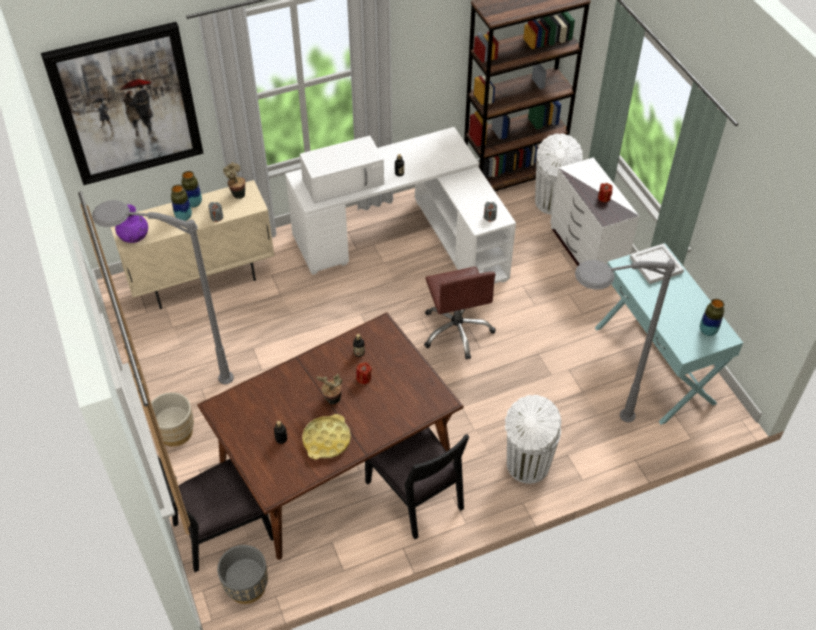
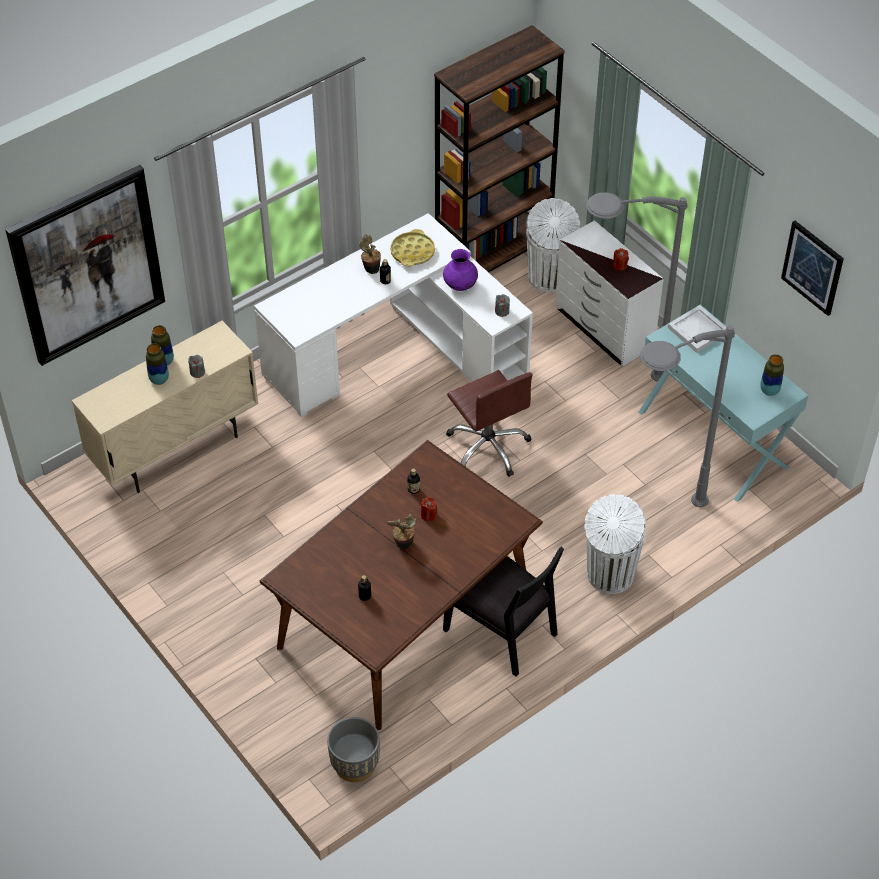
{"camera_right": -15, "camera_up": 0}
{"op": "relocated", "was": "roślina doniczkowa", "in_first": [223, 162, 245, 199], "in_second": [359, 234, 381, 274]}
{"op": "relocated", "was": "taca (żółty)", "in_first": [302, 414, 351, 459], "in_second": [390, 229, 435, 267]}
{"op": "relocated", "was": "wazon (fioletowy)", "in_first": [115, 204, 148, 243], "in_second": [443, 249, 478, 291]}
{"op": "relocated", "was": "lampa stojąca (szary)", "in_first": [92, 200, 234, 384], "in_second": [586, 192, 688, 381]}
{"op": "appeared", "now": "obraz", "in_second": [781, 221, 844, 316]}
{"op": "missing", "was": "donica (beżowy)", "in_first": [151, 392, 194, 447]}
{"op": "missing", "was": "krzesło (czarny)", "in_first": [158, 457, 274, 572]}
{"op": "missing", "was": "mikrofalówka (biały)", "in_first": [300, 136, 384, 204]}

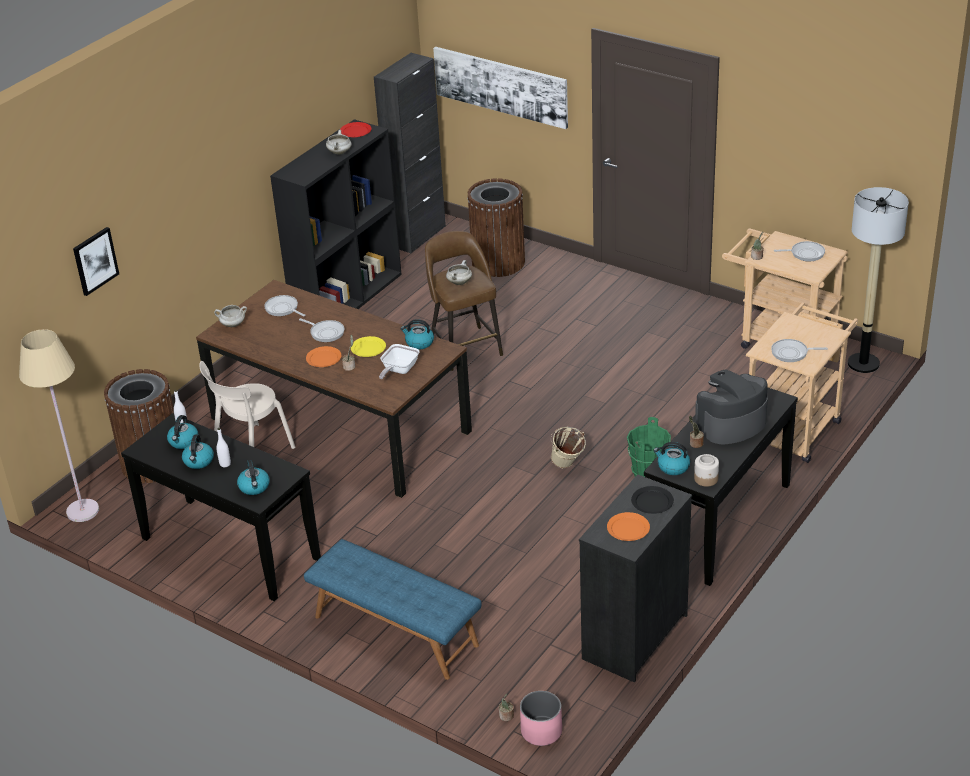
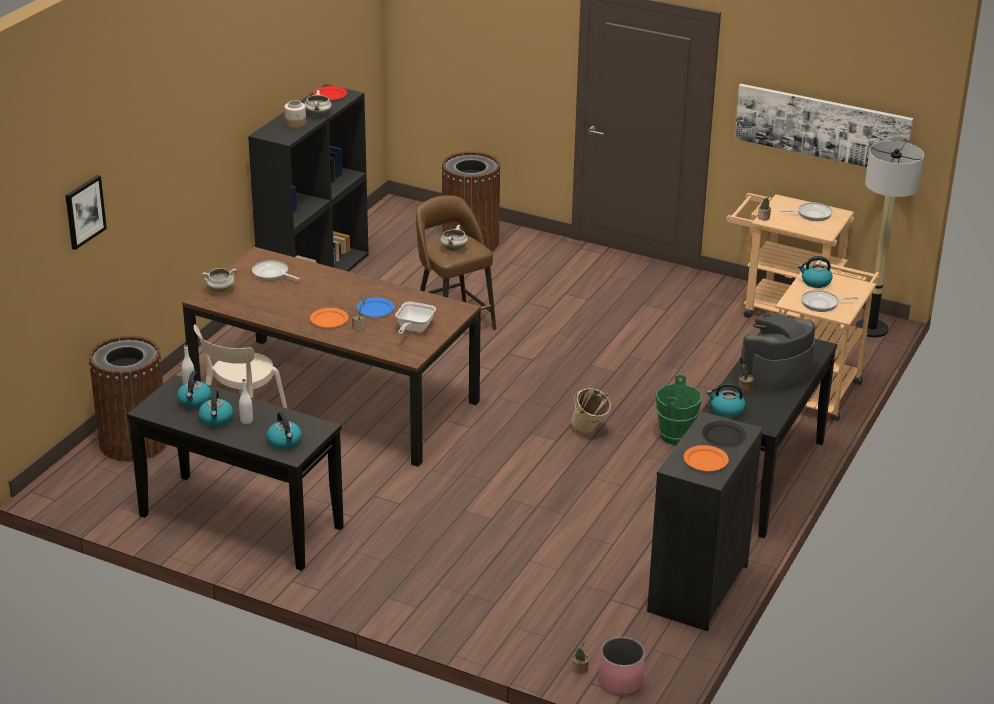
{"camera_right": -10, "camera_up": -5}
{"op": "relocated", "was": "słoik", "in_first": [694, 454, 719, 487], "in_second": [284, 100, 306, 128]}
{"op": "colour", "was": "talerz (żółty)", "now": "talerz (niebieski)", "in_first": [351, 336, 386, 357], "in_second": [356, 298, 395, 317]}
{"op": "relocated", "was": "obraz", "in_first": [433, 47, 568, 129], "in_second": [734, 84, 914, 167]}
{"op": "relocated", "was": "czajnik", "in_first": [400, 319, 434, 349], "in_second": [798, 256, 833, 288]}
{"op": "missing", "was": "lampa stojąca (beżowy)", "in_first": [19, 329, 99, 522]}
{"op": "missing", "was": "patelnia", "in_first": [299, 318, 344, 342]}
{"op": "missing", "was": "ławka (niebieski)", "in_first": [304, 539, 481, 680]}
{"op": "missing", "was": "szafka (czarny)", "in_first": [374, 53, 446, 254]}

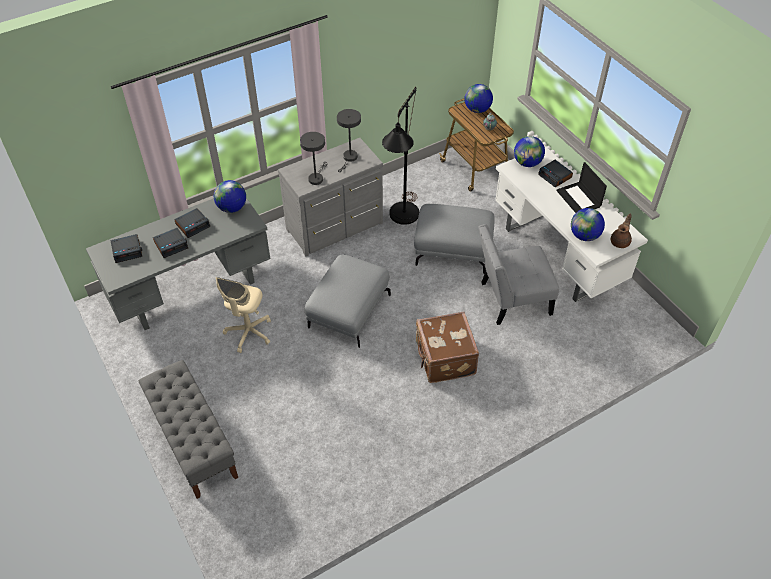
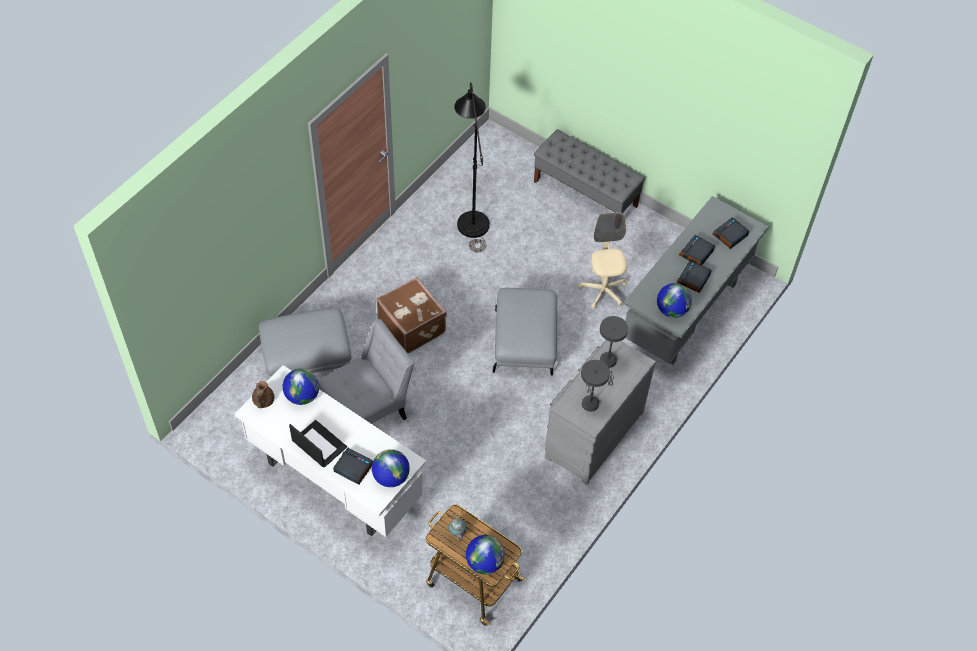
{"camera_right": 155, "camera_up": 5}
{"op": "relocated", "was": "pufa (szary)", "in_first": [414, 204, 495, 273], "in_second": [259, 307, 352, 377]}
{"op": "relocated", "was": "lampa stojąca (czarny)", "in_first": [382, 87, 419, 225], "in_second": [454, 82, 490, 252]}

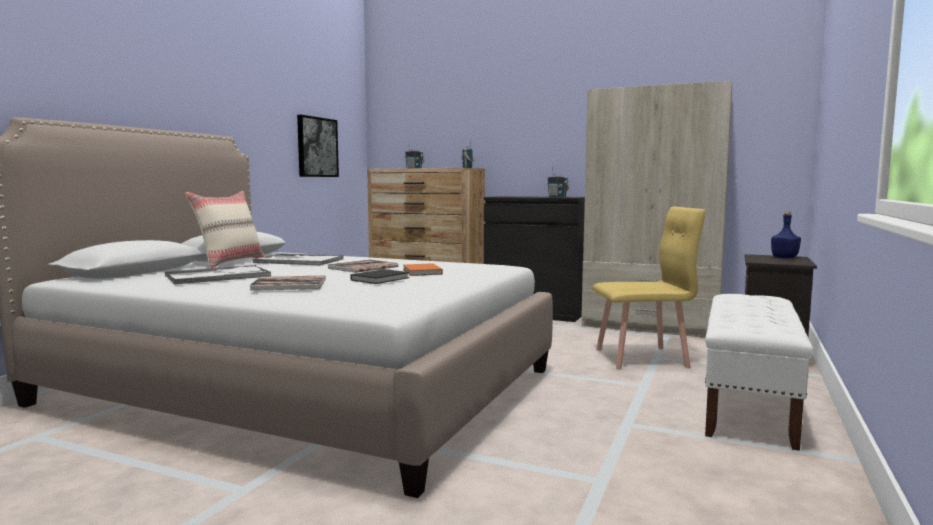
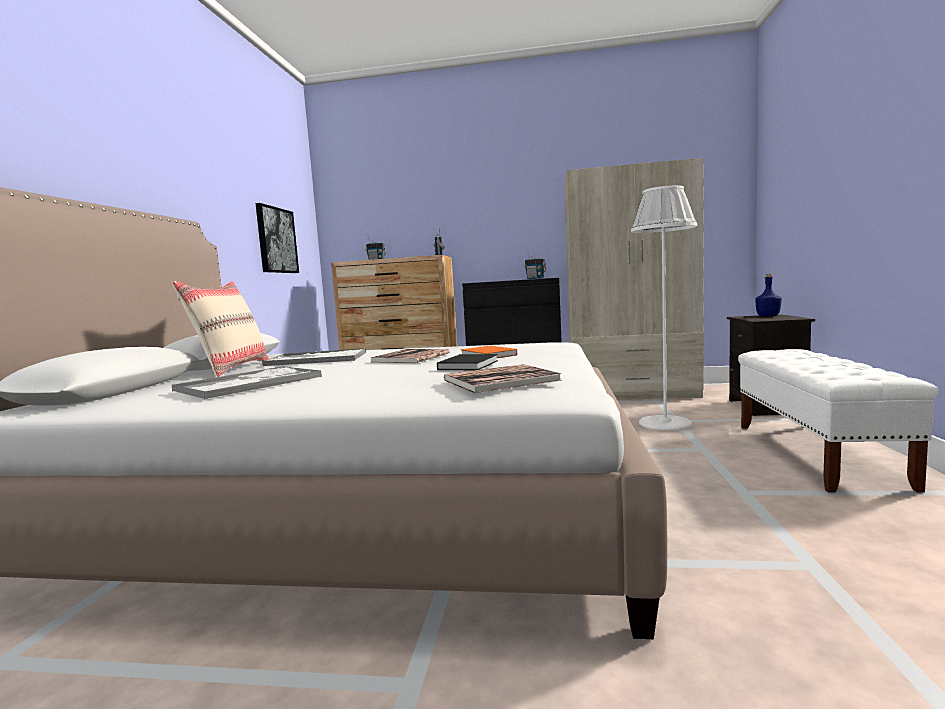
{"camera_right": -15, "camera_up": 0}
{"op": "relocated", "was": "książka", "in_first": [249, 276, 326, 291], "in_second": [444, 364, 562, 393]}
{"op": "exchanged", "was": "krzesło (żółty)", "now": "lampa stojąca (biały)", "in_first": [592, 206, 705, 369], "in_second": [631, 185, 697, 430]}

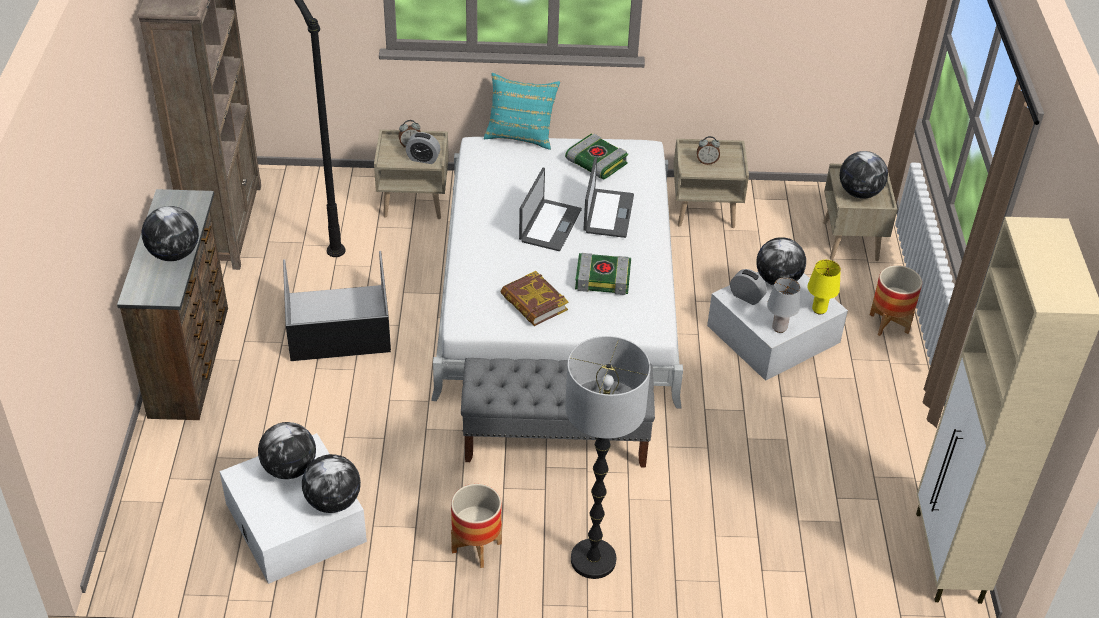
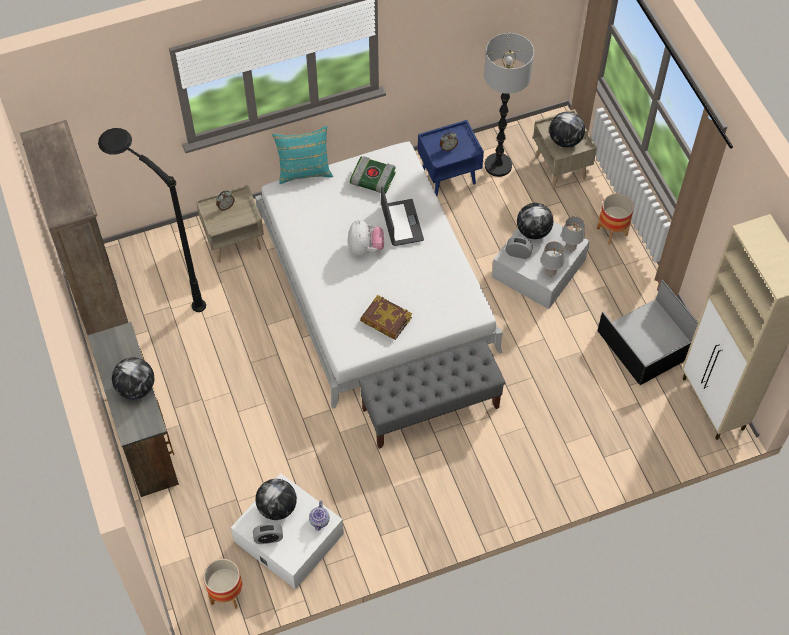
{"camera_right": -20, "camera_up": 15}
{"op": "relocated", "was": "donica", "in_first": [451, 484, 502, 568], "in_second": [203, 559, 243, 609]}
{"op": "relocated", "was": "budzik", "in_first": [406, 132, 441, 164], "in_second": [253, 523, 283, 544]}
{"op": "exchanged", "was": "globus", "now": "imbryk", "in_first": [302, 454, 361, 513], "in_second": [309, 500, 330, 531]}
{"op": "exchanged", "was": "laptop", "now": "pluszak", "in_first": [519, 168, 582, 251], "in_second": [347, 220, 384, 256]}
{"op": "colour", "was": "szafka nocna (beżowy)", "now": "szafka nocna (niebieski)", "in_first": [673, 139, 749, 228], "in_second": [418, 120, 484, 196]}
{"op": "relocated", "was": "lampa stojąca", "in_first": [565, 336, 650, 579], "in_second": [484, 33, 534, 177]}
{"op": "colour", "was": "lampa stołowa (żółty)", "now": "lampa stołowa (szary)", "in_first": [807, 260, 841, 315], "in_second": [561, 216, 585, 251]}
{"op": "relocated", "was": "pojemnik do przechowywania (czarny)", "in_first": [283, 251, 391, 361], "in_second": [597, 280, 698, 385]}
{"op": "missing", "was": "książka", "in_first": [575, 253, 631, 295]}

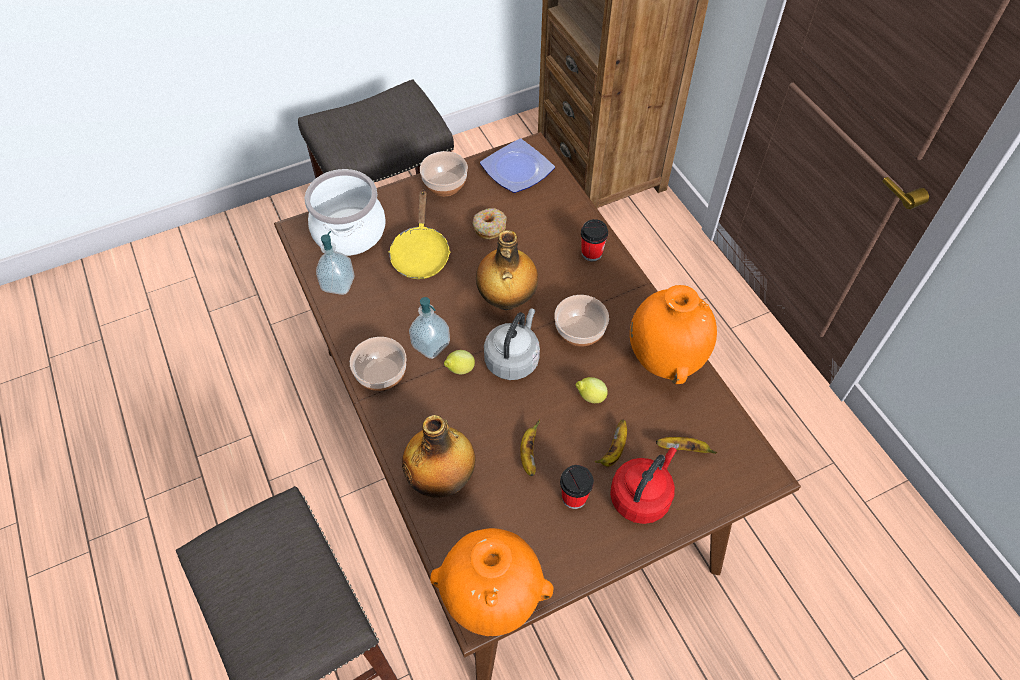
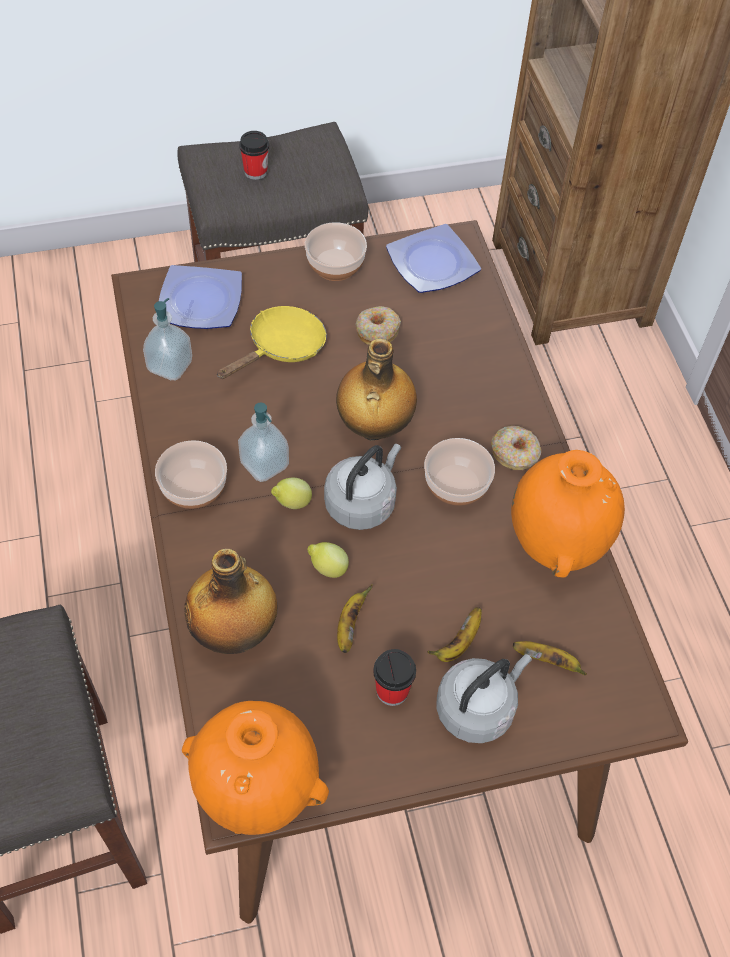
{"camera_right": 10, "camera_up": 0}
{"op": "exchanged", "was": "garnek", "now": "talerz", "in_first": [305, 169, 386, 256], "in_second": [159, 265, 242, 329]}
{"op": "spun", "was": "patelnia (żółty)", "in_first": [389, 190, 451, 279], "in_second": [217, 306, 327, 379], "clockwise": -150}
{"op": "relocated", "was": "filiżanka", "in_first": [581, 219, 608, 261], "in_second": [239, 131, 269, 180]}
{"op": "relocated", "was": "cytryna", "in_first": [576, 377, 608, 403], "in_second": [307, 542, 349, 578]}
{"op": "colour", "was": "czajnik (czerwony)", "now": "czajnik (szary)", "in_first": [610, 447, 677, 524], "in_second": [436, 654, 532, 743]}
{"op": "appeared", "now": "donut", "in_second": [491, 426, 541, 470]}

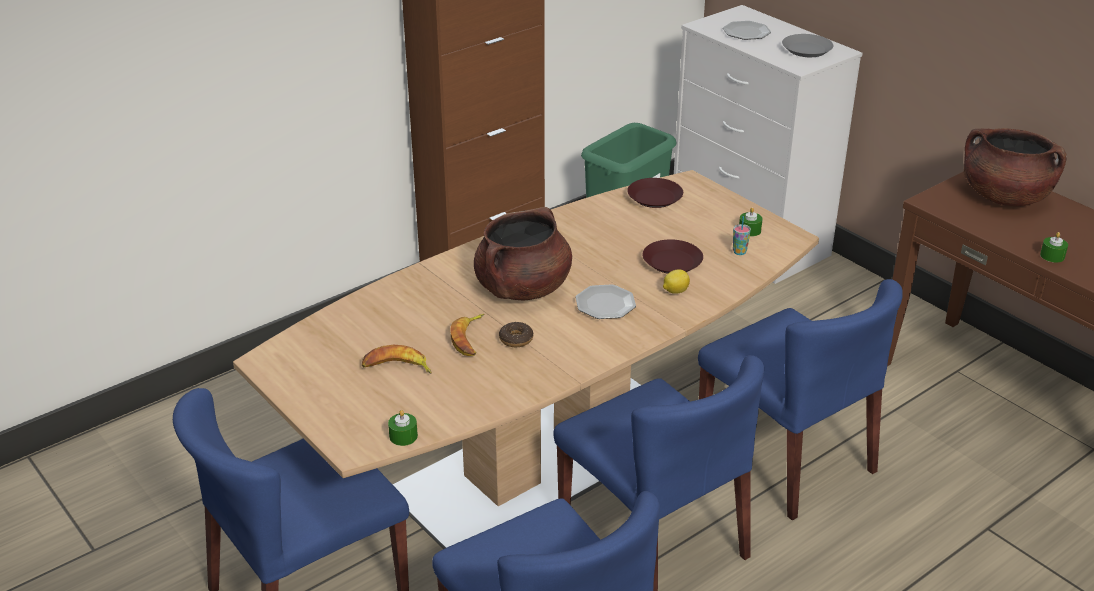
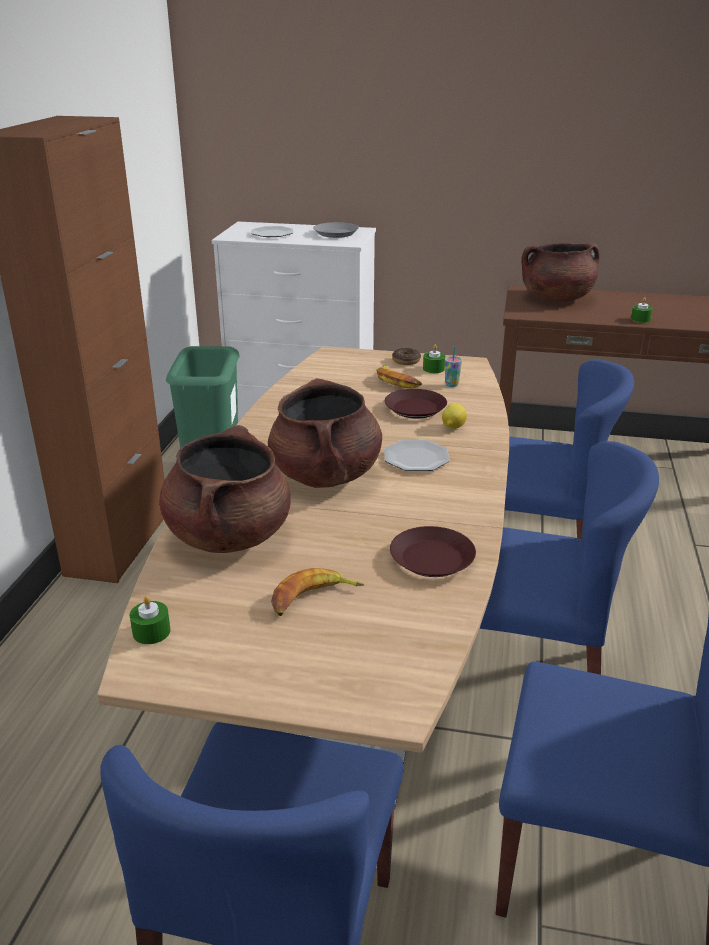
{"camera_right": -40, "camera_up": -5}
{"op": "relocated", "was": "świeca (zielony)", "in_first": [388, 410, 418, 446], "in_second": [129, 596, 171, 644]}
{"op": "appeared", "now": "garnek (brązowy)", "in_second": [159, 425, 291, 553]}
{"op": "relocated", "was": "banan", "in_first": [450, 314, 485, 356], "in_second": [376, 364, 422, 388]}
{"op": "relocated", "was": "talerz (brązowy)", "in_first": [627, 178, 683, 208], "in_second": [390, 526, 476, 577]}
{"op": "relocated", "was": "donut", "in_first": [499, 321, 533, 347], "in_second": [392, 348, 421, 365]}

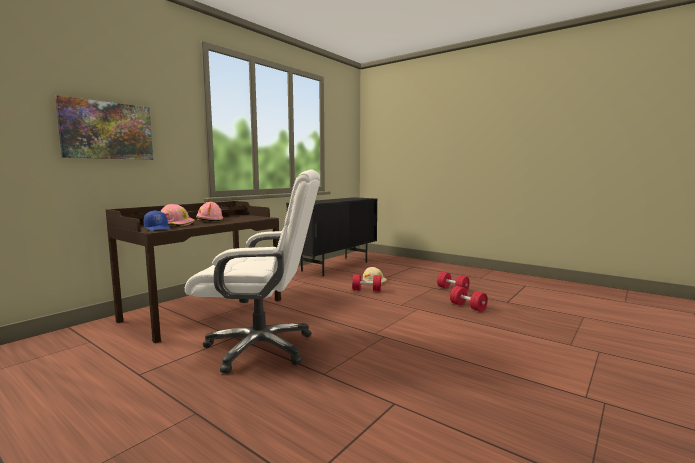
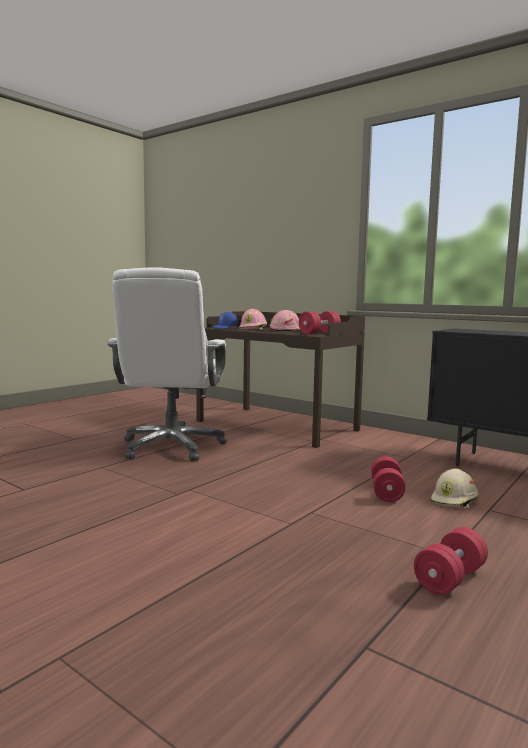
{"camera_right": 90, "camera_up": 0}
{"op": "relocated", "was": "hantel (czerwony)", "in_first": [450, 286, 488, 312], "in_second": [298, 311, 341, 334]}
{"op": "missing", "was": "obraz", "in_first": [55, 95, 153, 160]}

